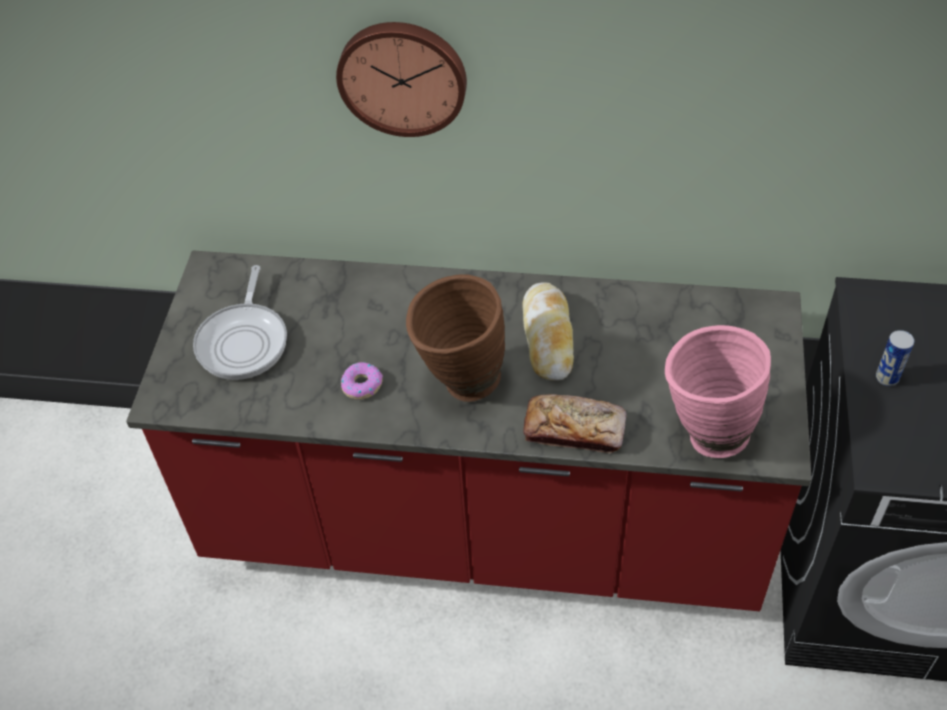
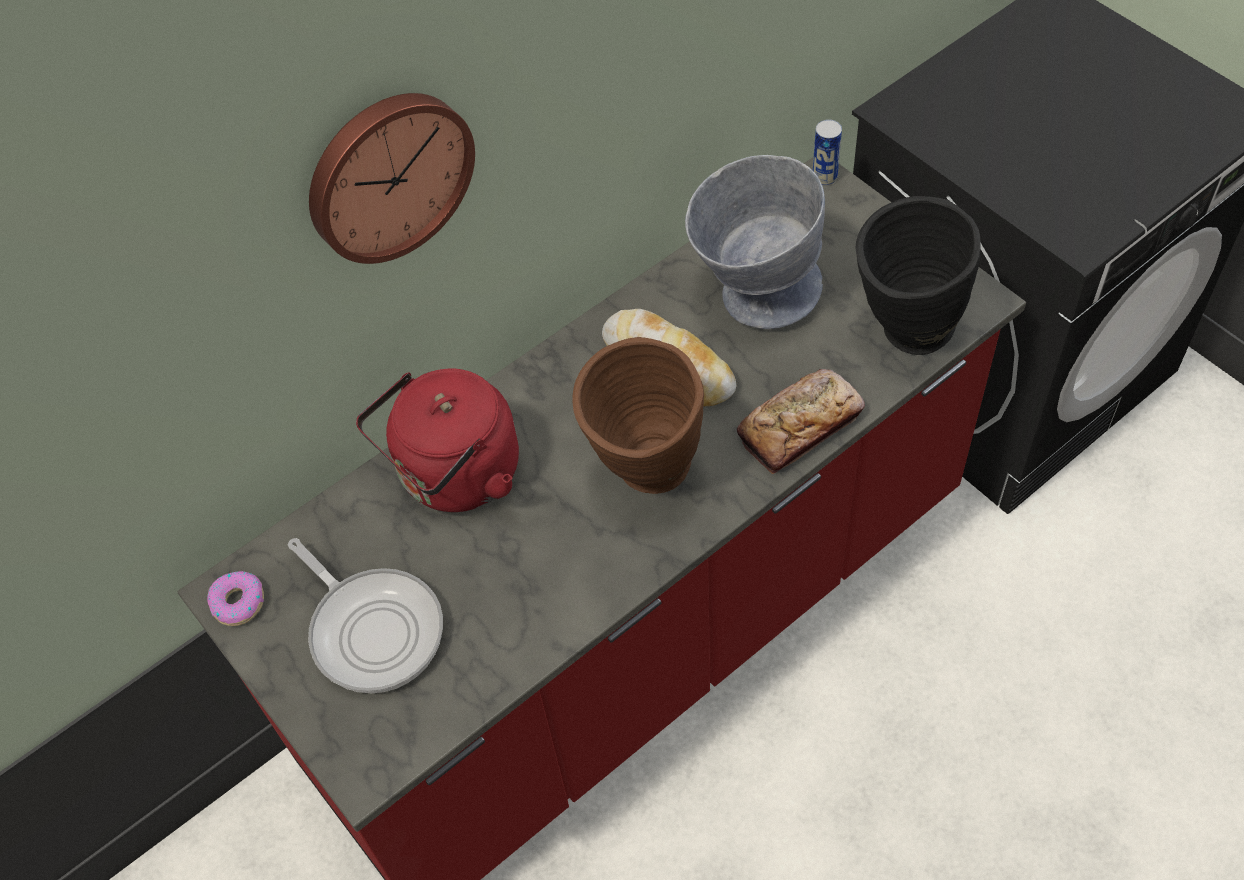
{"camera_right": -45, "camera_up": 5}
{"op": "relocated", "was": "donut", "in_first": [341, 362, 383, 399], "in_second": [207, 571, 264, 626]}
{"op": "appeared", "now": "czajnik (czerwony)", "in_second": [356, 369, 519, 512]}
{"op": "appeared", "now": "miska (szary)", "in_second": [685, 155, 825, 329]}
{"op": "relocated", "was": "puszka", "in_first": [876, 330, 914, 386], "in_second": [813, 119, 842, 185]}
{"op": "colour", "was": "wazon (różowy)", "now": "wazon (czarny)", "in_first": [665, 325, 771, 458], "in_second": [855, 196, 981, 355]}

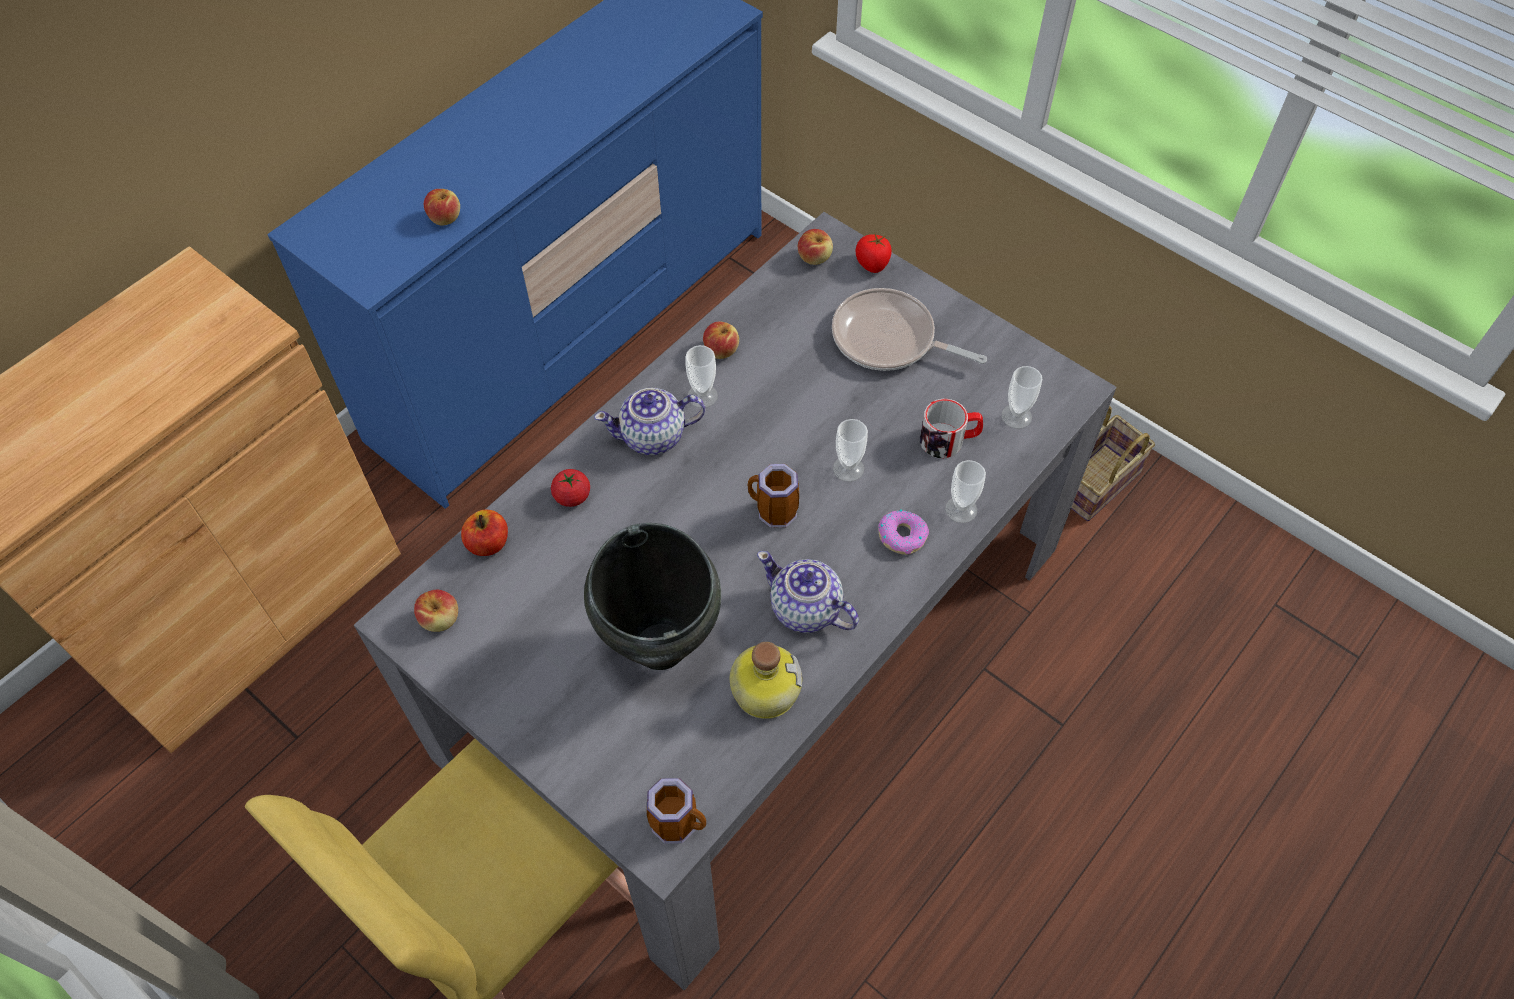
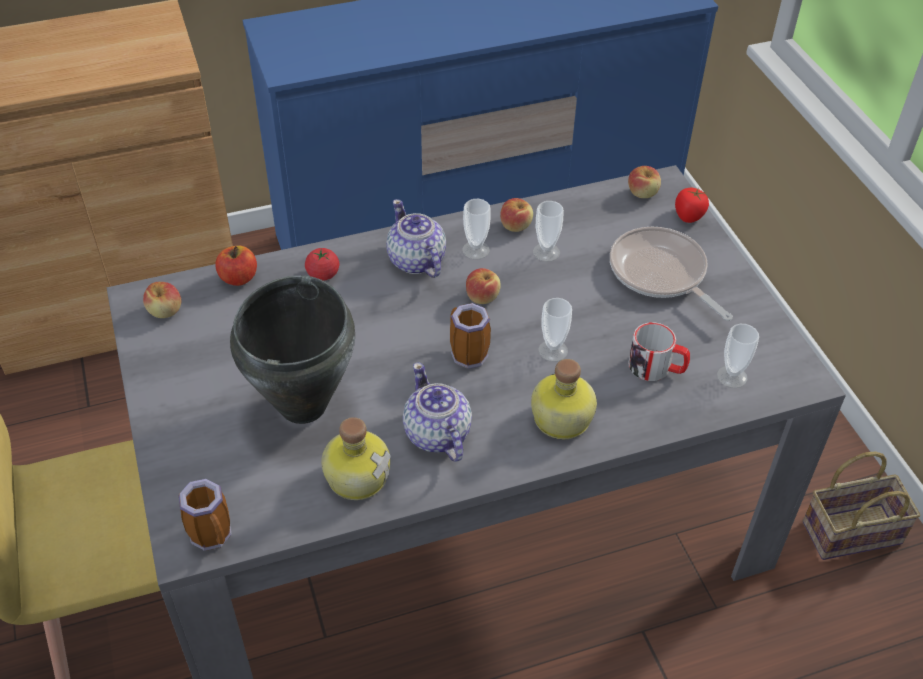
{"camera_right": 30, "camera_up": -10}
{"op": "spun", "was": "imbryk", "in_first": [594, 388, 705, 455], "in_second": [386, 199, 446, 278], "clockwise": 45}
{"op": "relocated", "was": "jabłko", "in_first": [424, 189, 460, 226], "in_second": [466, 268, 501, 304]}
{"op": "exchanged", "was": "donut", "now": "butelka", "in_first": [878, 509, 929, 555], "in_second": [531, 359, 597, 439]}
{"op": "relocated", "was": "filiżanka", "in_first": [945, 460, 986, 523], "in_second": [533, 201, 564, 262]}

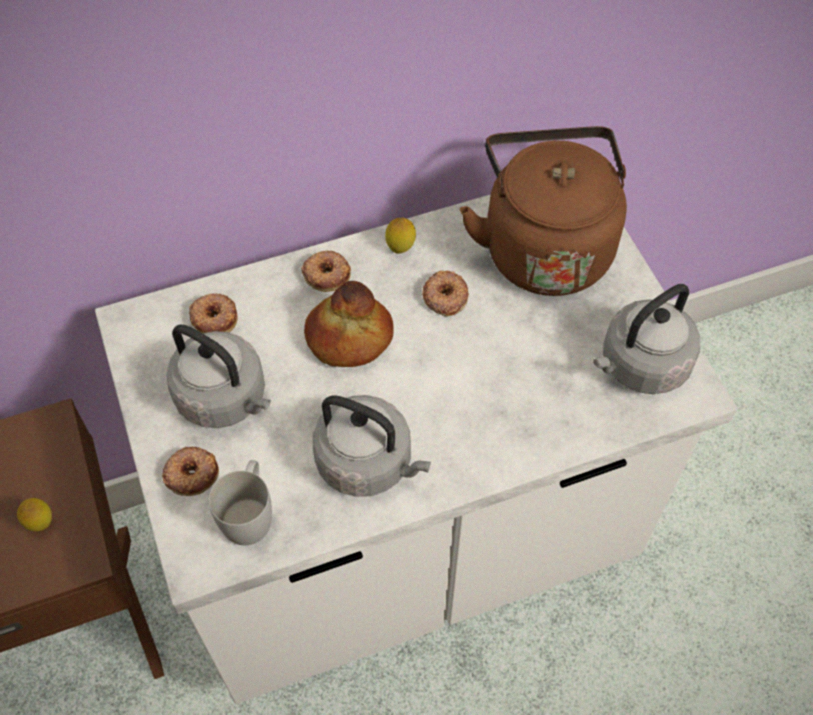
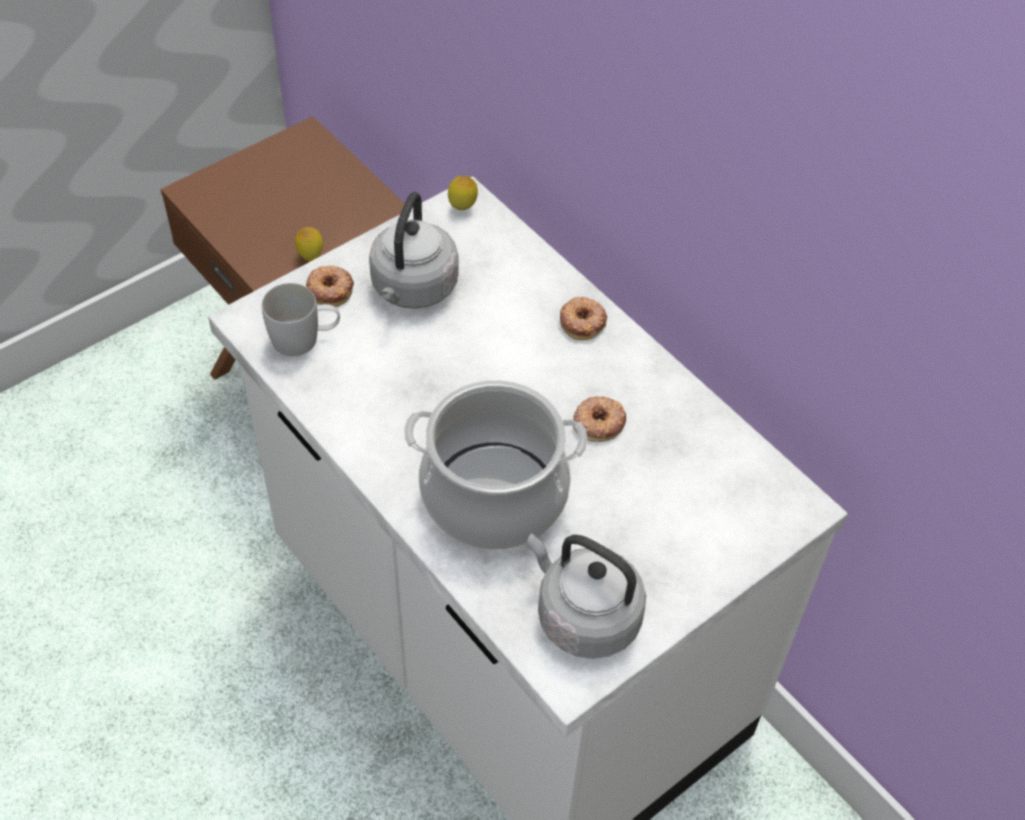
{"camera_right": 70, "camera_up": -5}
{"op": "appeared", "now": "garnek", "in_second": [404, 380, 588, 550]}
{"op": "relocated", "was": "cytryna", "in_first": [385, 217, 416, 254], "in_second": [448, 176, 478, 210]}
{"op": "missing", "was": "donut", "in_first": [189, 293, 238, 333]}
{"op": "missing", "was": "chleb", "in_first": [304, 281, 394, 367]}
{"op": "missing", "was": "czajnik (szary)", "in_first": [313, 395, 431, 497]}
{"op": "missing", "was": "czajnik (brązowy)", "in_first": [460, 126, 627, 296]}

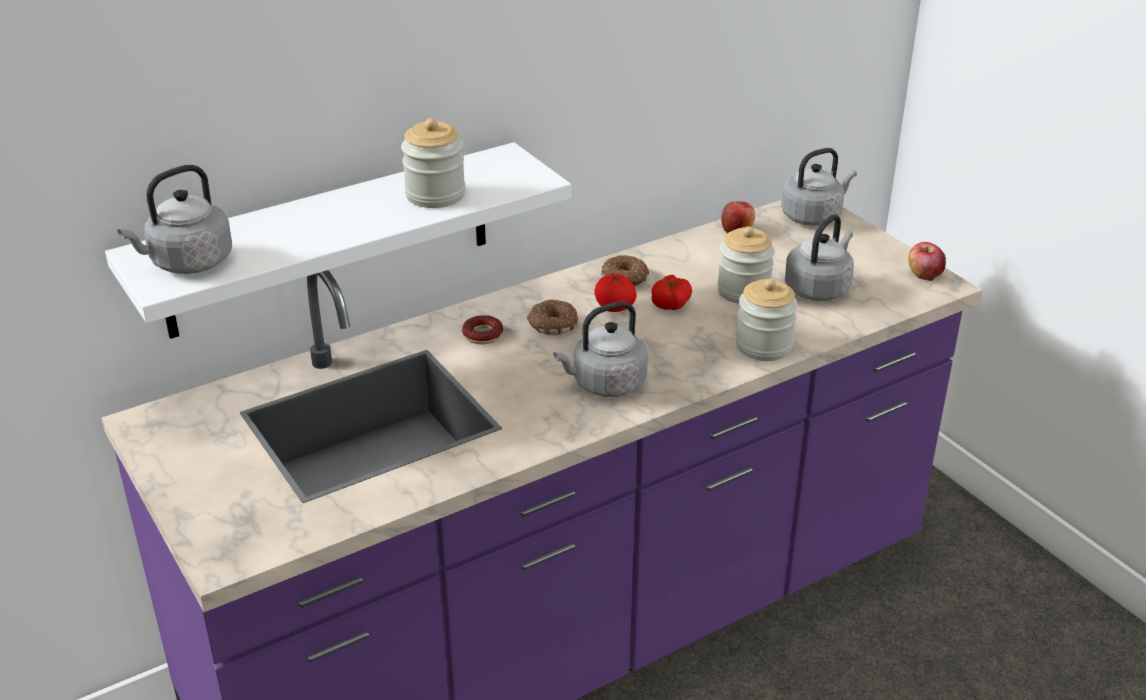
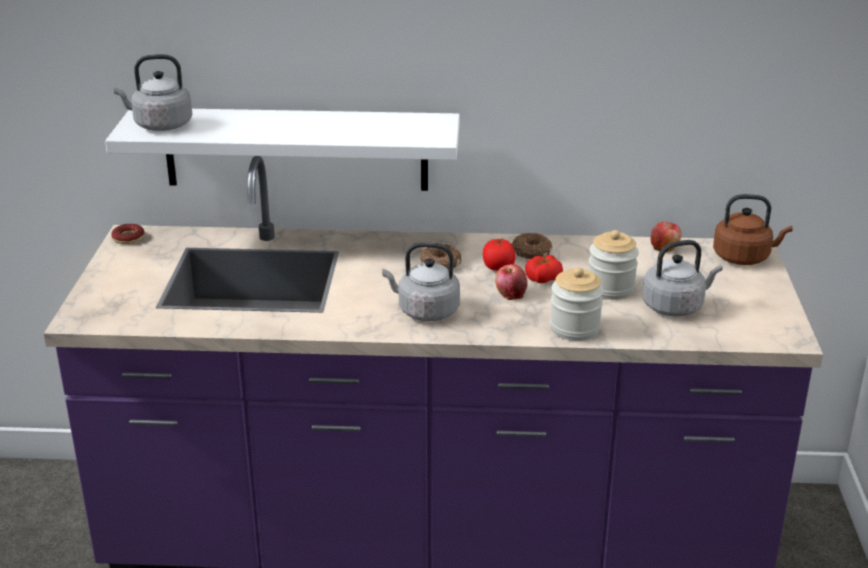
{"camera_right": 35, "camera_up": -5}
{"op": "relocated", "was": "donut", "in_first": [462, 315, 503, 344], "in_second": [111, 224, 145, 244]}
{"op": "relocated", "was": "jabłko", "in_first": [908, 242, 946, 281], "in_second": [495, 264, 528, 300]}
{"op": "colour", "was": "czajnik (szary)", "now": "czajnik (brązowy)", "in_first": [781, 148, 857, 226], "in_second": [713, 194, 793, 265]}
{"op": "missing", "was": "słoik", "in_first": [401, 118, 466, 208]}

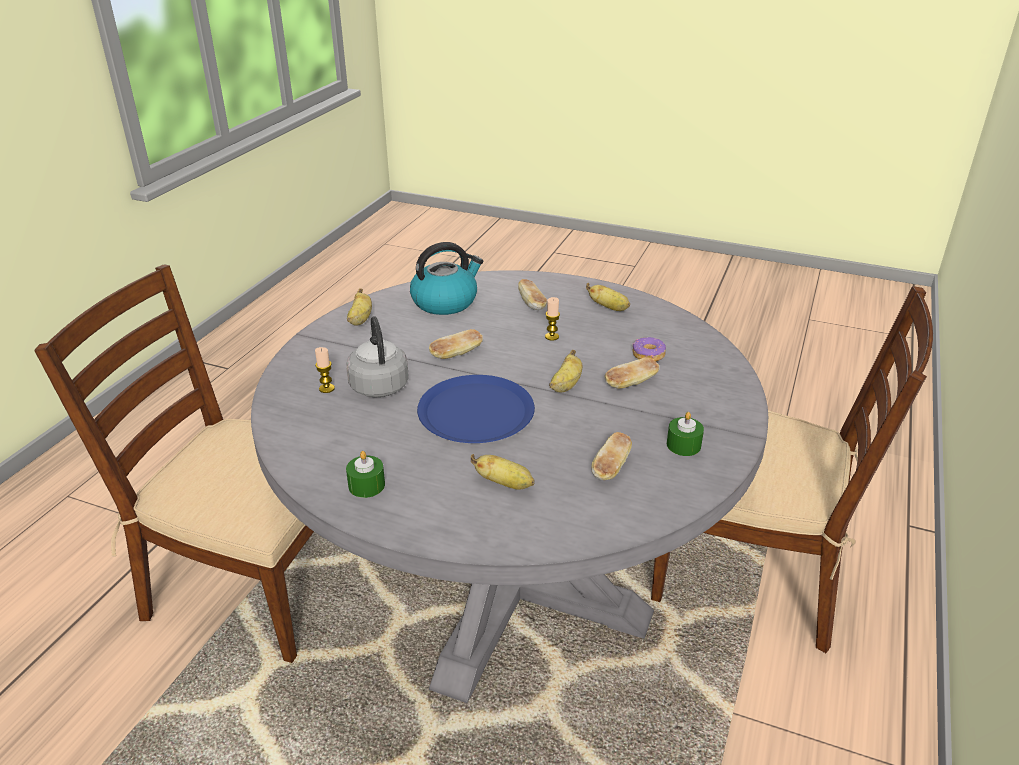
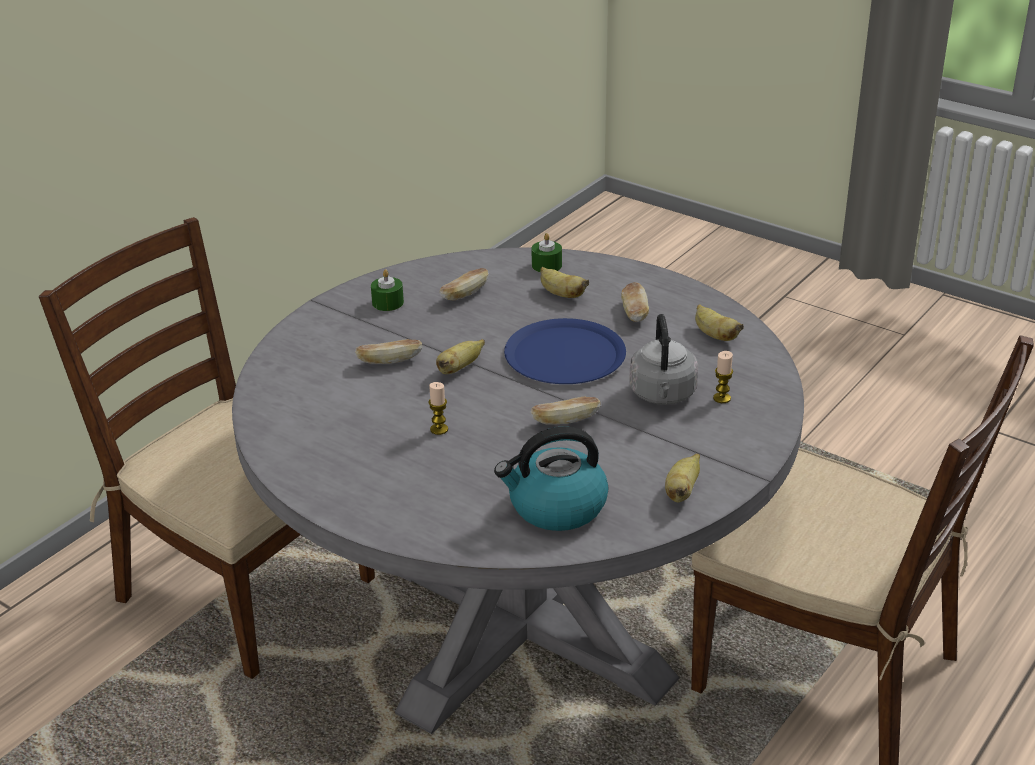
{"camera_right": -165, "camera_up": 0}
{"op": "relocated", "was": "świeca (zielony)", "in_first": [346, 451, 385, 498], "in_second": [532, 233, 562, 273]}
{"op": "relocated", "was": "chleb", "in_first": [518, 279, 547, 310], "in_second": [621, 282, 649, 322]}
{"op": "relocated", "was": "banan", "in_first": [586, 283, 630, 311], "in_second": [695, 304, 744, 341]}
{"op": "missing", "was": "donut", "in_first": [632, 337, 666, 361]}

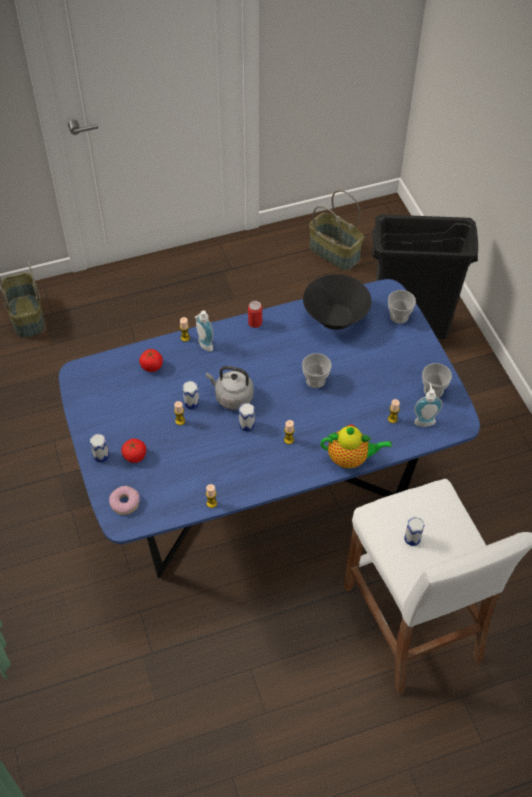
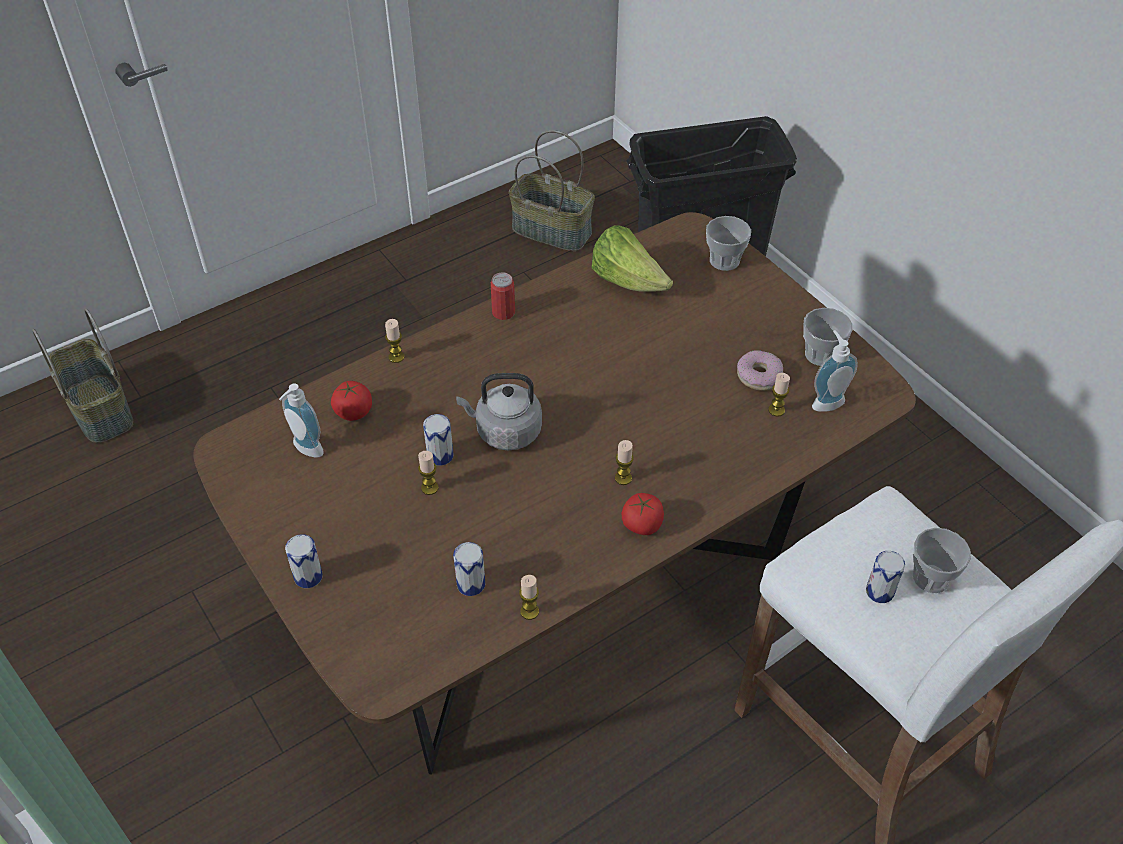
{"camera_right": -15, "camera_up": -5}
{"op": "colour", "was": "stół jadalny (niebieski)", "now": "stół jadalny (brązowy)", "in_first": [59, 279, 480, 578], "in_second": [193, 212, 916, 774]}
{"op": "relocated", "was": "dozownik mydła", "in_first": [194, 310, 213, 351], "in_second": [279, 383, 324, 458]}
{"op": "relocated", "was": "puszka", "in_first": [239, 403, 255, 432], "in_second": [453, 542, 485, 596]}
{"op": "exchanged", "was": "miska (czarny)", "now": "sałata", "in_first": [303, 274, 372, 330], "in_second": [592, 225, 673, 292]}
{"op": "relocated", "was": "pomidor", "in_first": [121, 439, 146, 463], "in_second": [621, 493, 664, 535]}
{"op": "relocated", "was": "donut", "in_first": [109, 486, 140, 515], "in_second": [737, 350, 783, 391]}
{"op": "relocated", "was": "filiżanka", "in_first": [302, 353, 331, 388], "in_second": [913, 528, 971, 593]}
{"op": "missing", "was": "imbryk", "in_first": [320, 424, 391, 469]}

